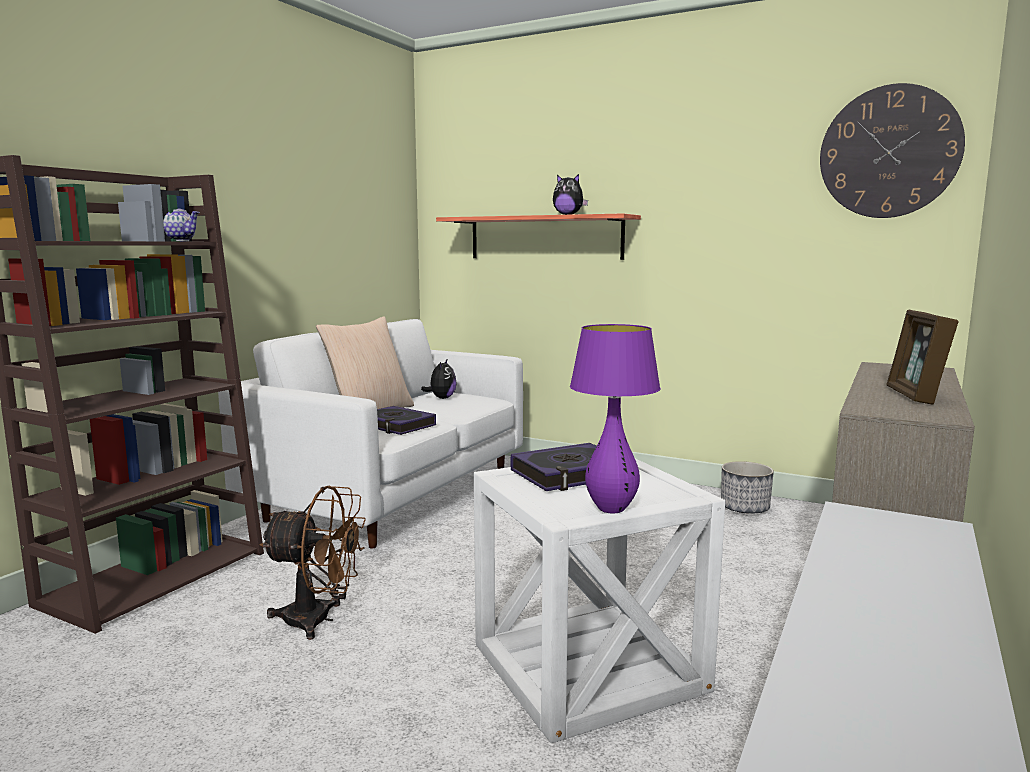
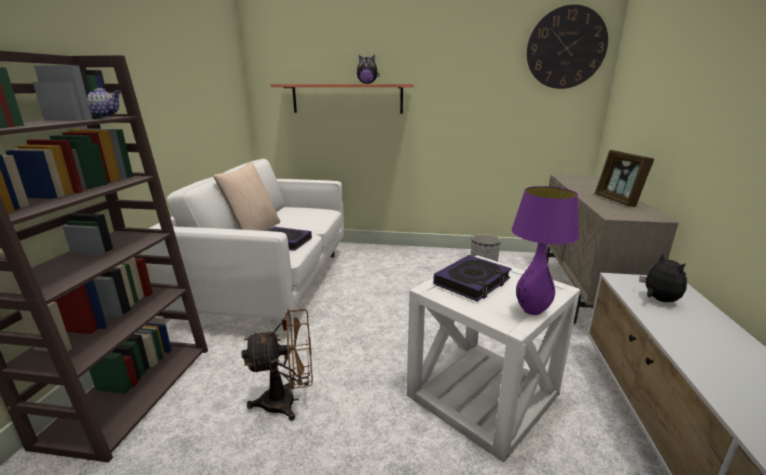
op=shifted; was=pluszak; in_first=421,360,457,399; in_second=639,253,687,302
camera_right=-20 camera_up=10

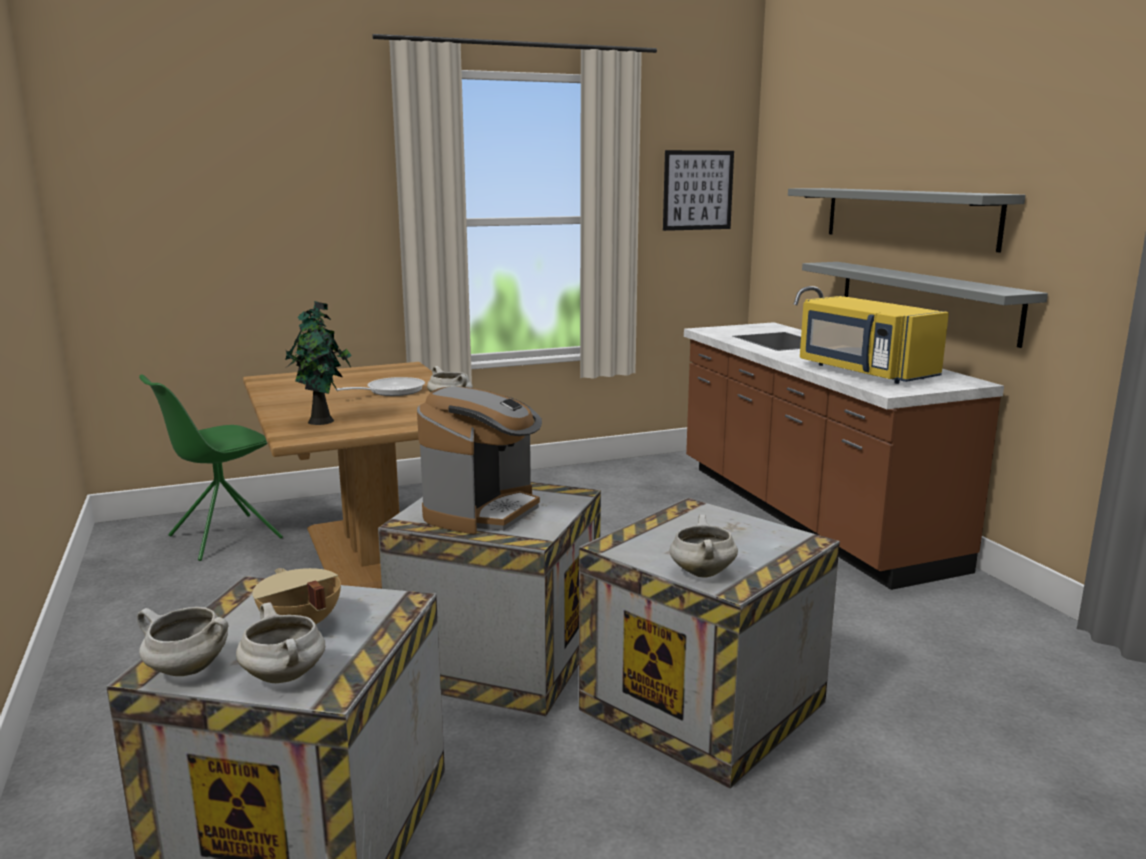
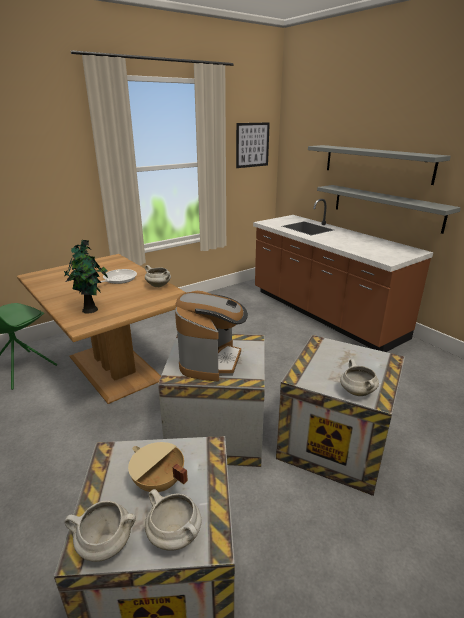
op=gone; was=mikrofalówka [żółty]; in_first=800,296,949,384
camera_right=-15 camera_up=10

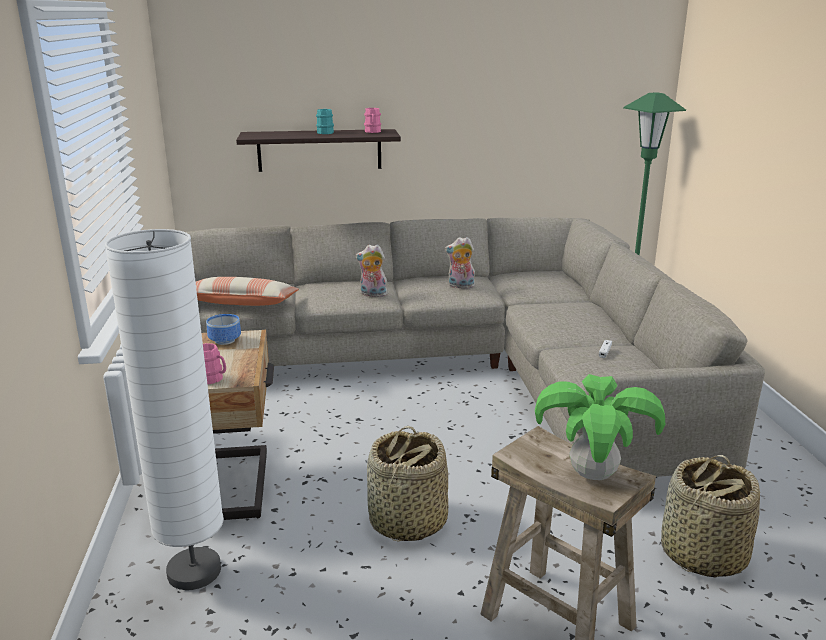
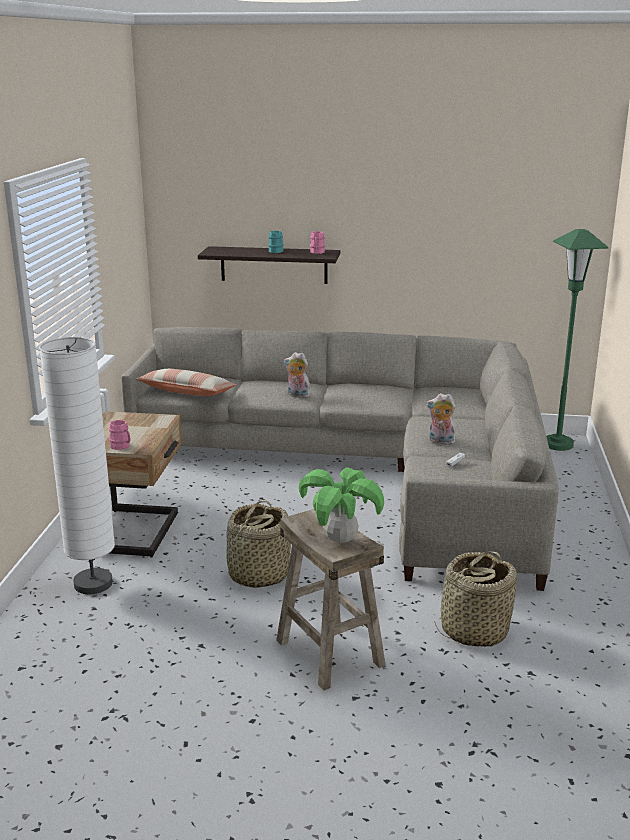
op=shifted; was=pluszak; in_first=445,237,475,289; in_second=426,393,456,445
op=gone; was=miska; in_first=206,314,241,345
camera_right=15 camera_up=0

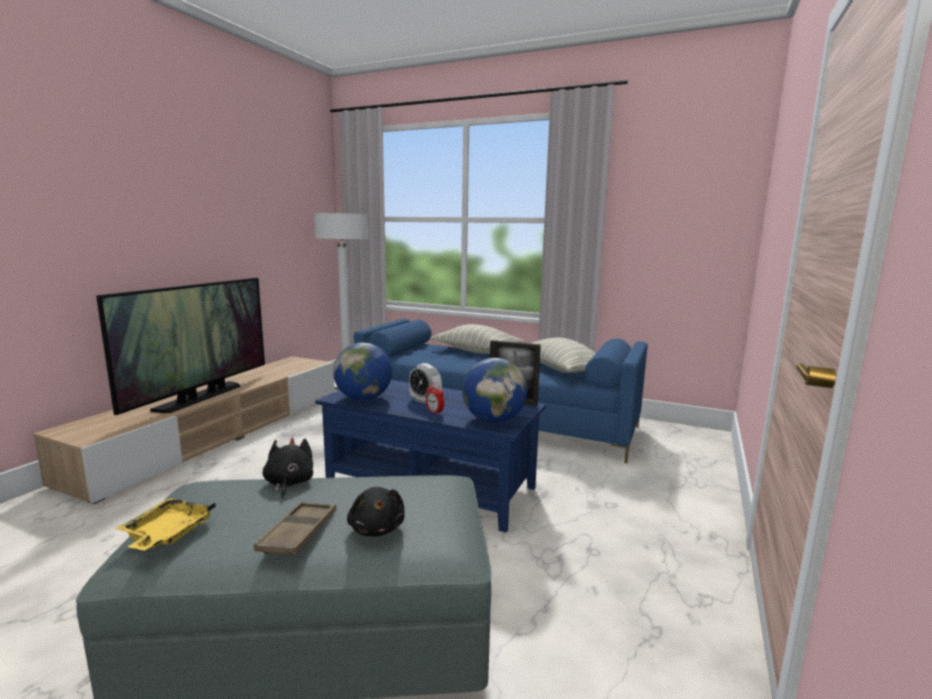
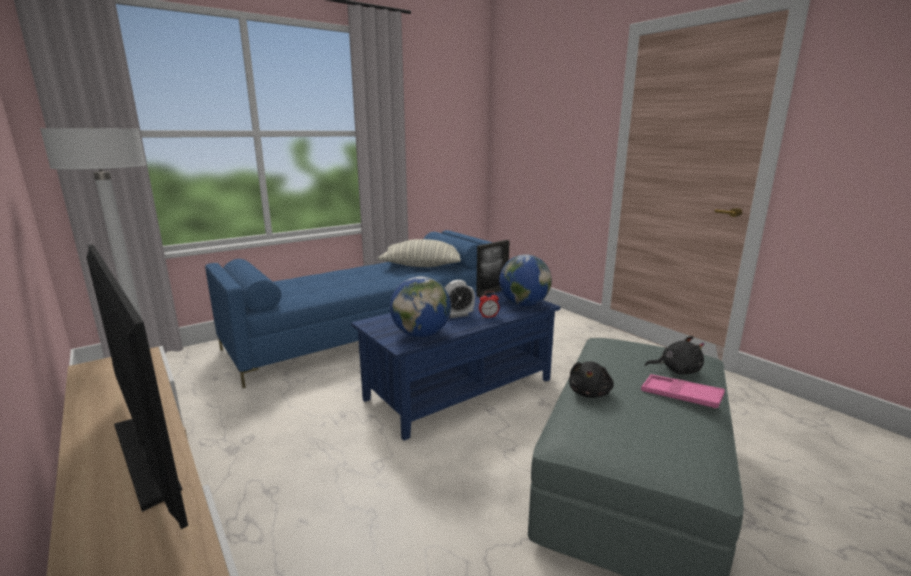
op=gone; was=poduszka; in_first=431,324,524,354
op=rotated; was=pluszak [czarny]; in_first=263,437,313,499; in_second=569,361,614,398; clockwise=-90
op=gone; was=taca [żółty]; in_first=115,498,216,550
op=repainted; was=taca [brązowy]; now=taca [różowy]; in_first=254,502,336,557; in_second=641,374,725,408
camera_right=-60 camera_up=5

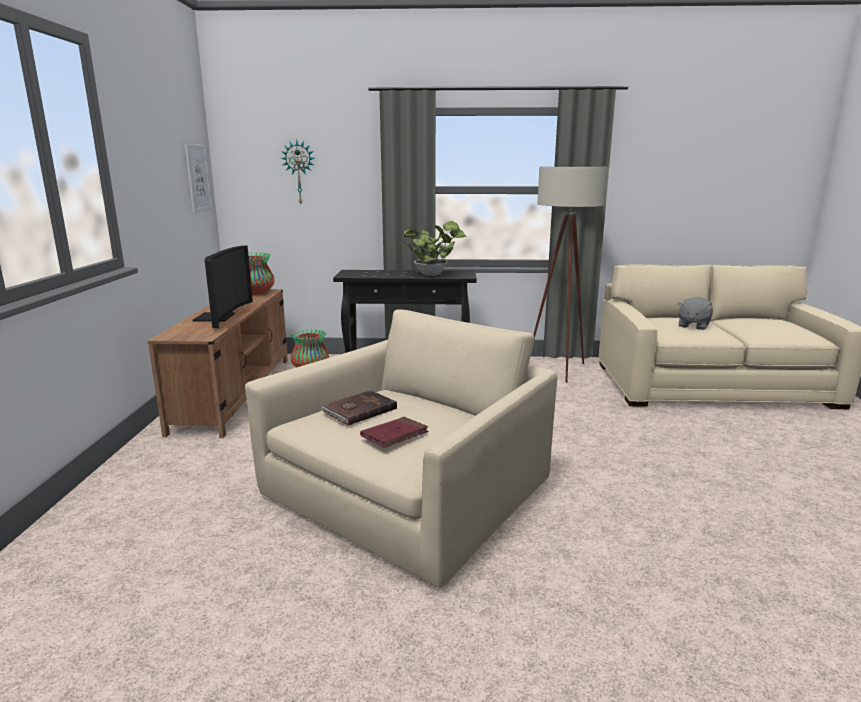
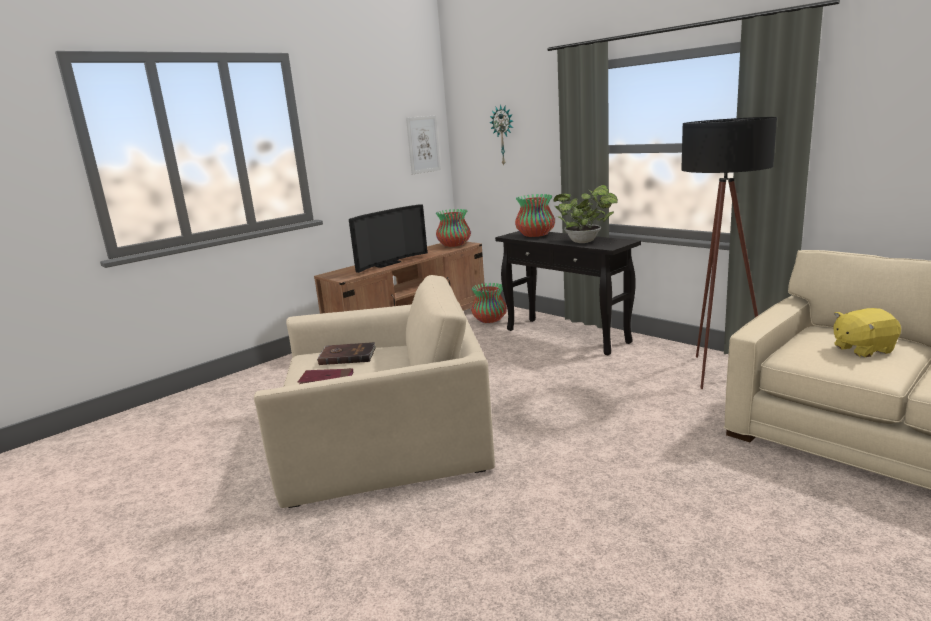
op=repainted; was=lampa stojąca [beżowy]; now=lampa stojąca [czarny]; in_first=533,167,609,383; in_second=681,117,777,389
op=repainted; was=pluszak [szary]; now=pluszak [żółty]; in_first=678,297,713,330; in_second=833,308,901,357
op=new; now=wazon; in_second=515,194,555,237
camera_right=45 camera_up=0

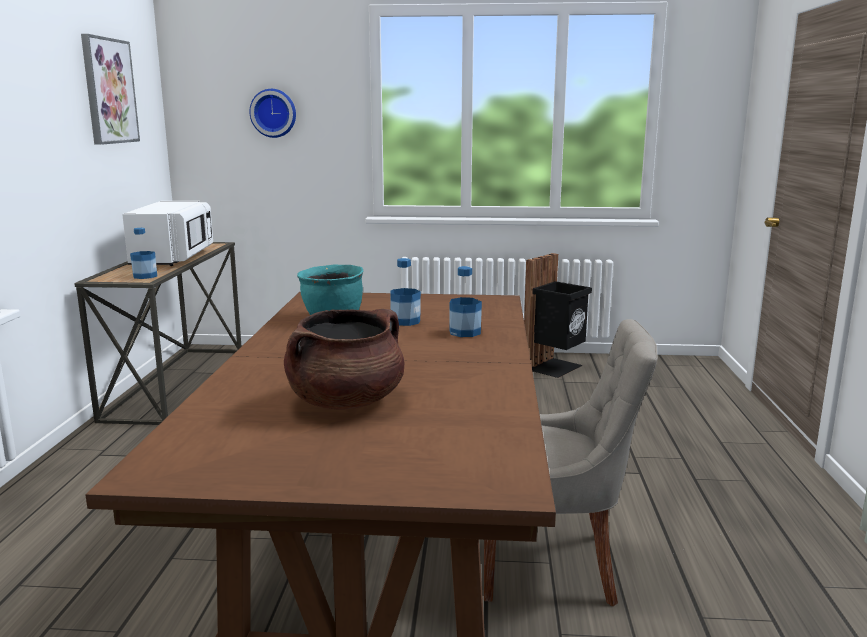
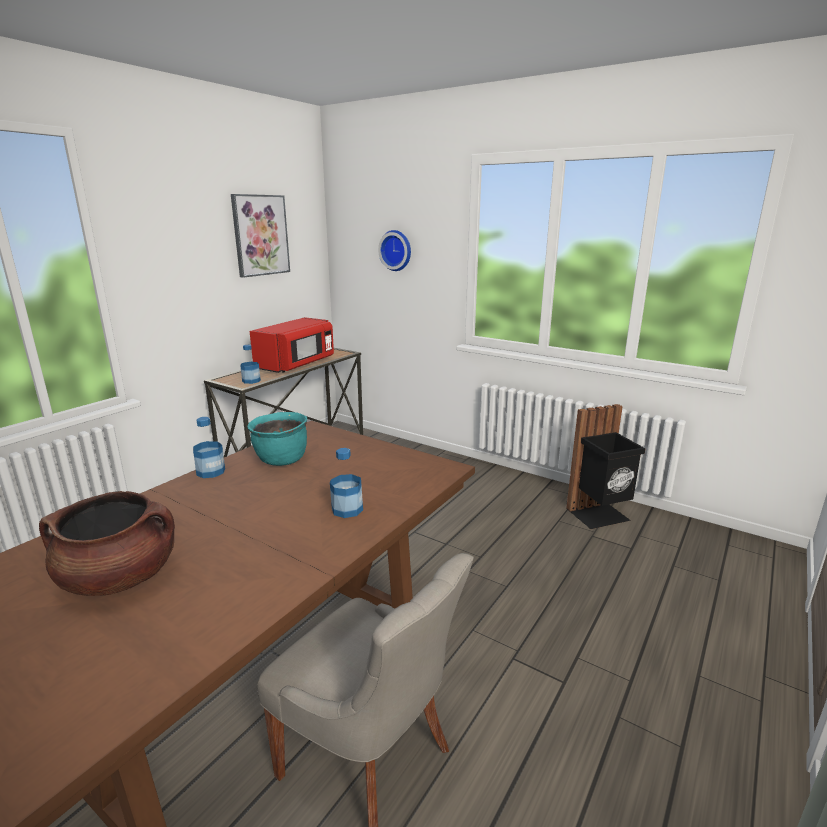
op=repainted; was=mikrofalówka [biały]; now=mikrofalówka [czerwony]; in_first=122,201,213,266; in_second=250,317,334,373
op=shifted; was=butelka; in_first=390,258,421,326; in_second=193,417,225,478
camera_right=30 camera_up=5

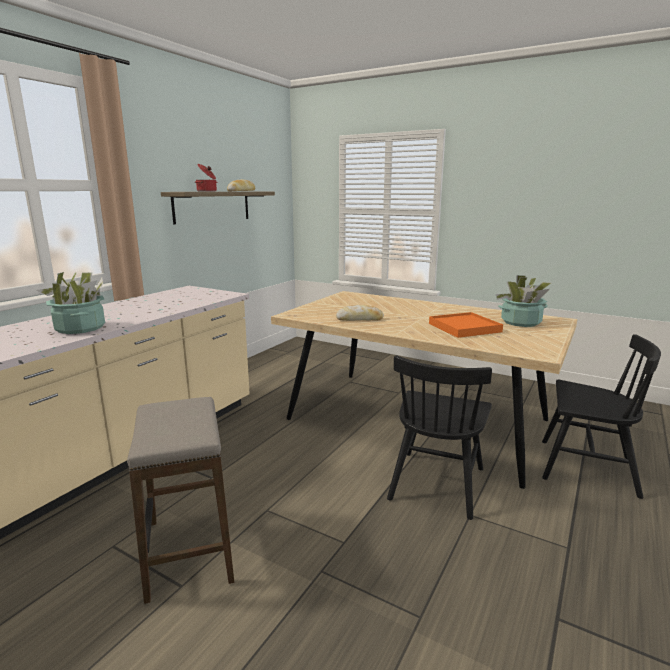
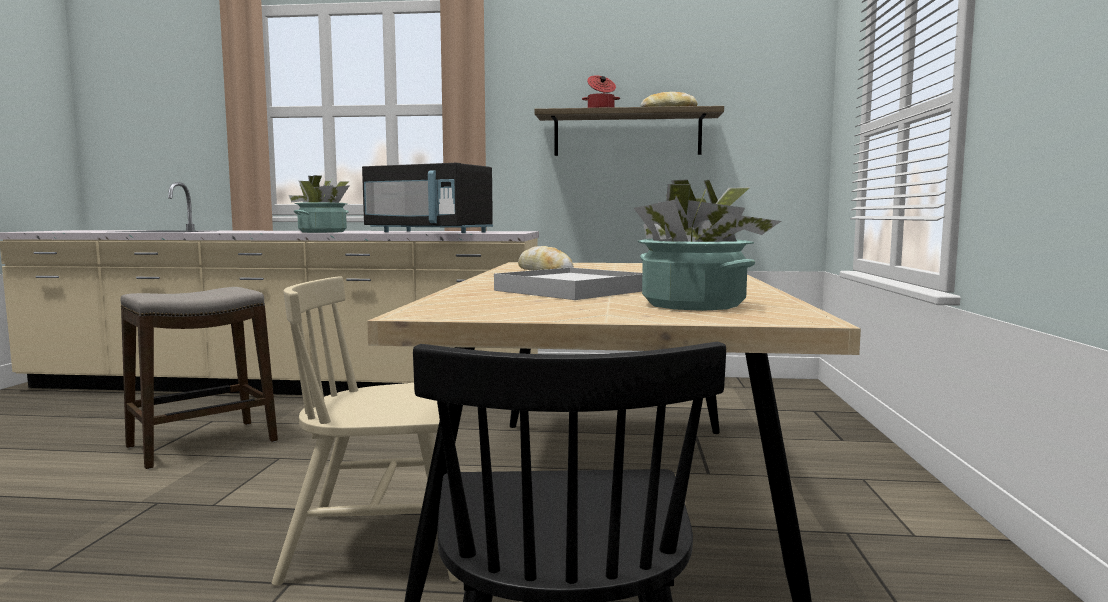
op=repainted; was=taca [pomarańczowy]; now=taca [biały]; in_first=429,312,503,338; in_second=494,268,642,300
op=repainted; was=krzesło [czarny]; now=krzesło [beżowy]; in_first=387,355,492,520; in_second=272,276,461,586
op=new; now=mikrofalówka [czarny]; in_second=362,163,493,233
camera_right=65 camera_up=-10

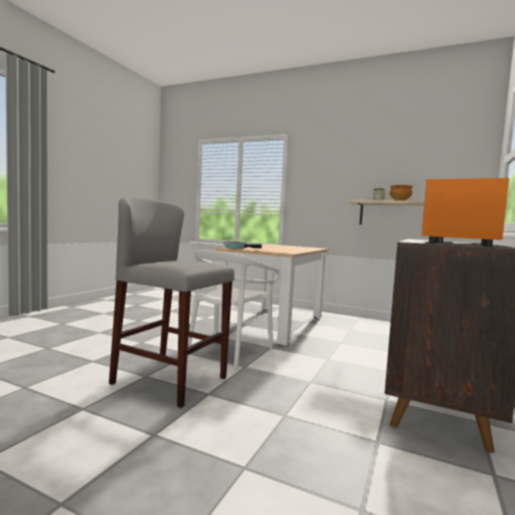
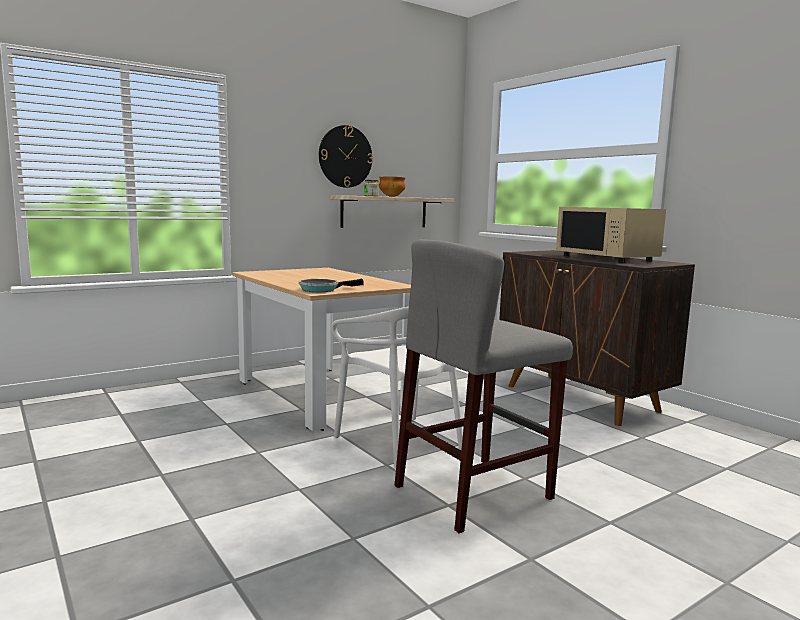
op=repainted; was=mikrofalówka [pomarańczowy]; now=mikrofalówka [beżowy]; in_first=422,178,509,246; in_second=556,207,666,263
op=new; now=zegar ścienny; in_second=319,125,373,188
camera_right=-60 camera_up=5

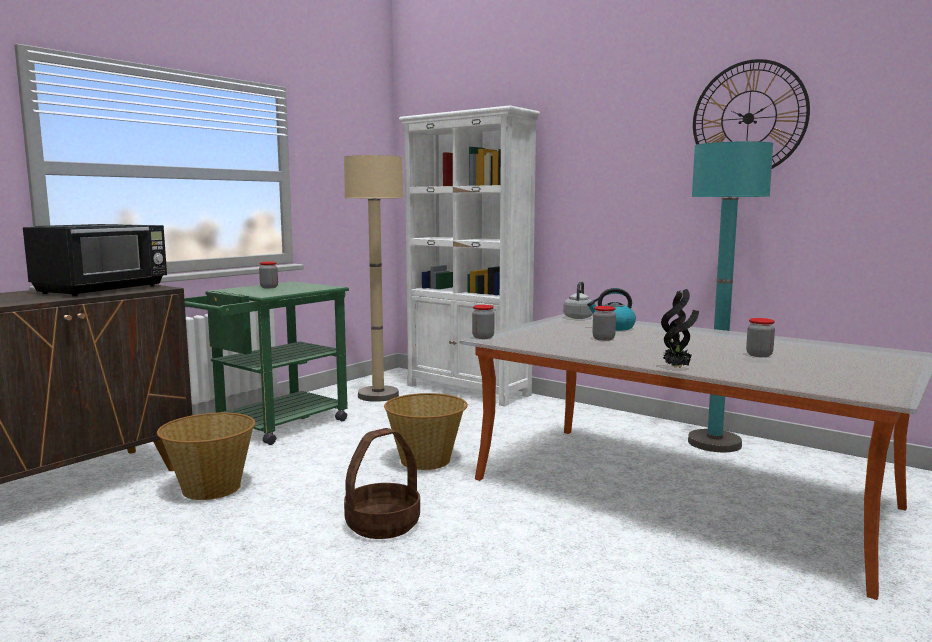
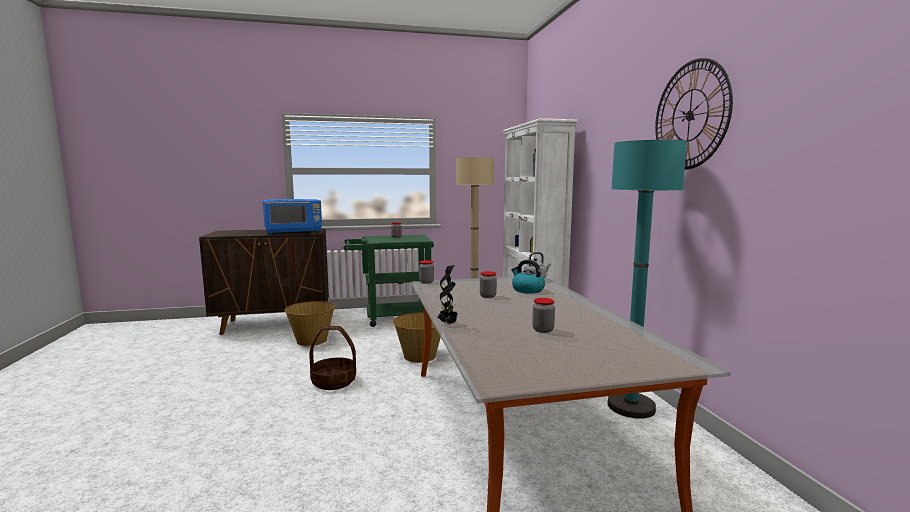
op=repainted; was=mikrofalówka [czarny]; now=mikrofalówka [niebieski]; in_first=23,224,167,296; in_second=263,199,322,234
camera_right=40 camera_up=0

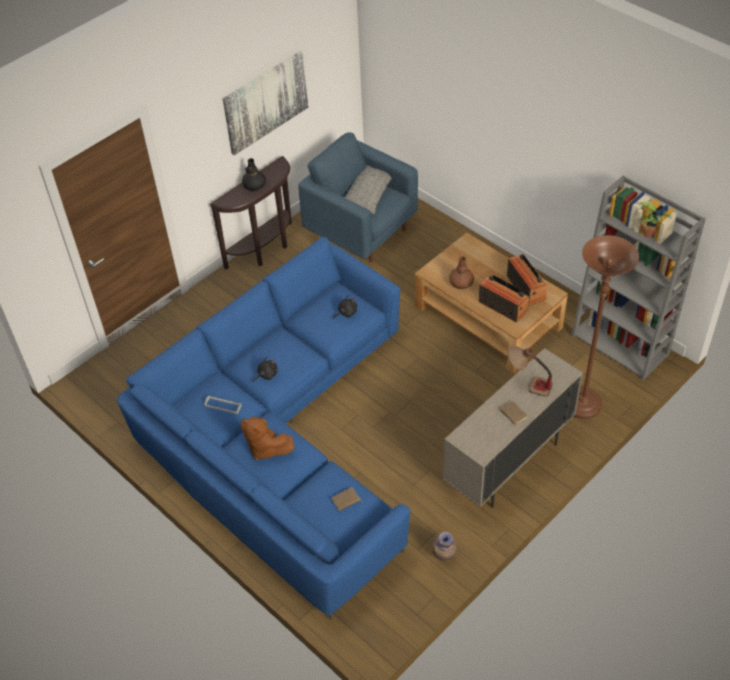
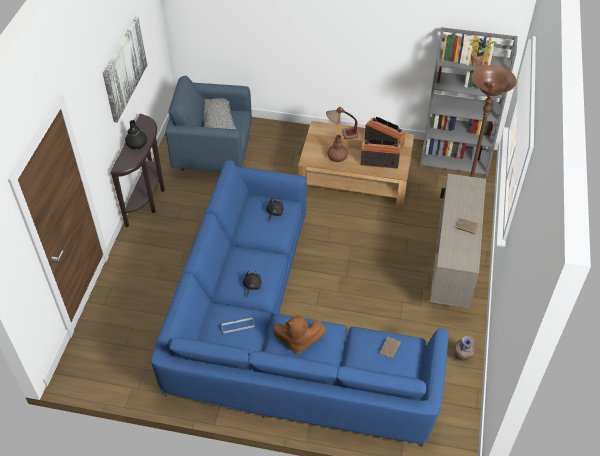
op=shifted; was=lampa stołowa; in_first=508,346,553,397; in_second=326,107,358,139
camera_right=-35 camera_up=0

